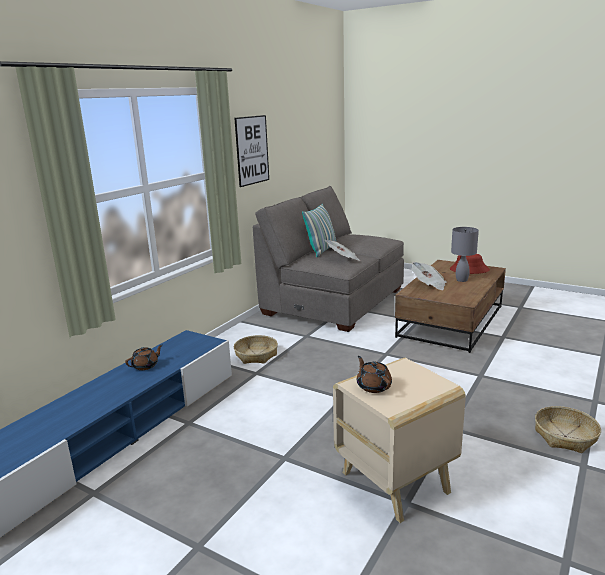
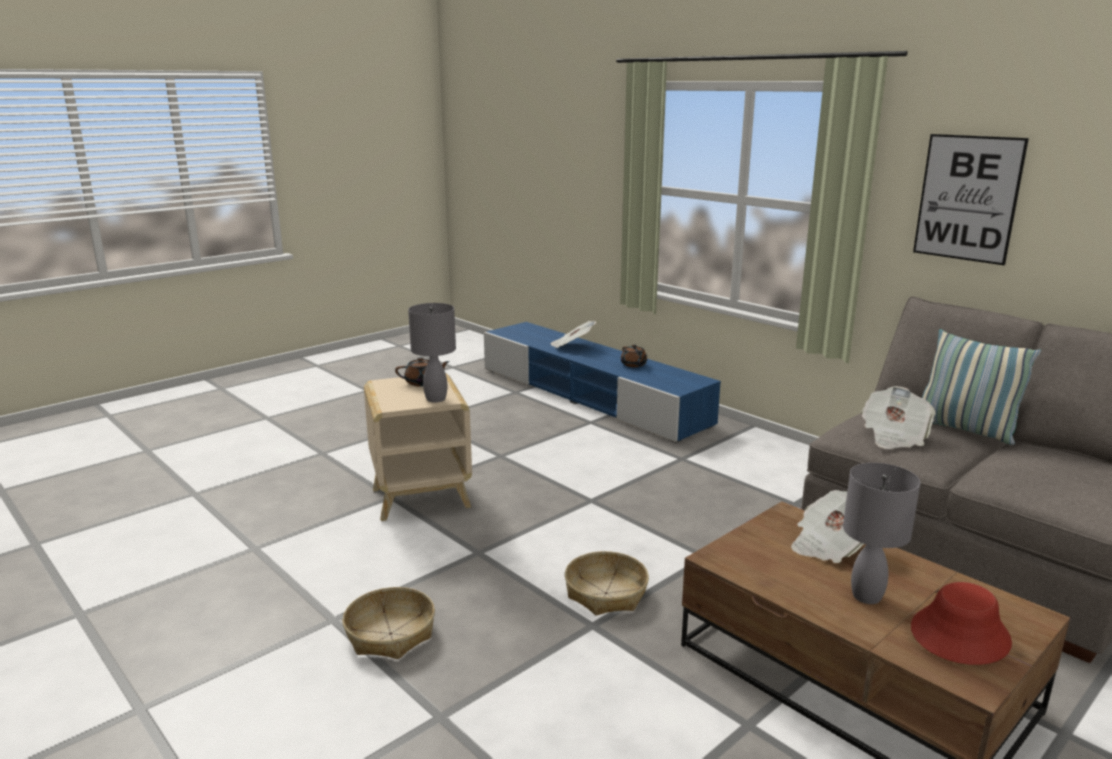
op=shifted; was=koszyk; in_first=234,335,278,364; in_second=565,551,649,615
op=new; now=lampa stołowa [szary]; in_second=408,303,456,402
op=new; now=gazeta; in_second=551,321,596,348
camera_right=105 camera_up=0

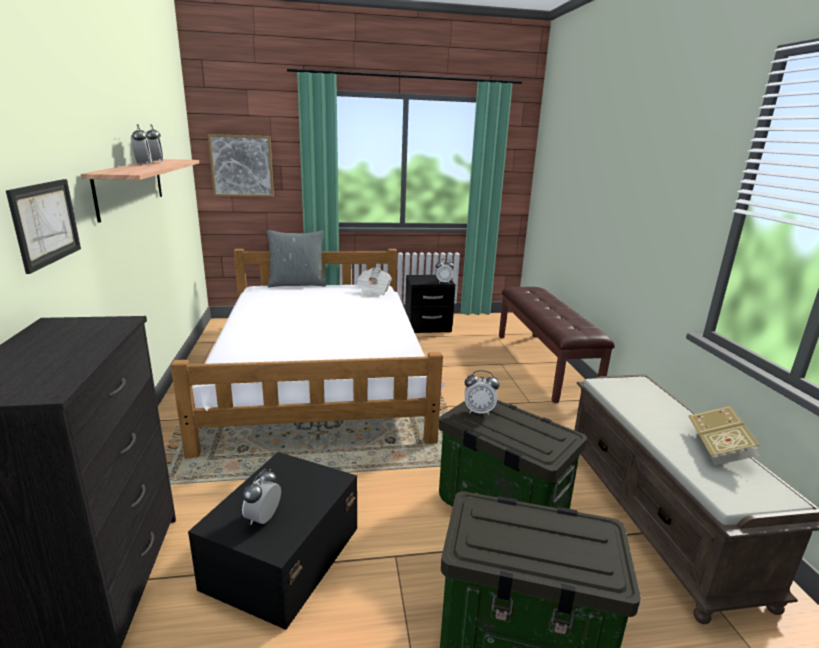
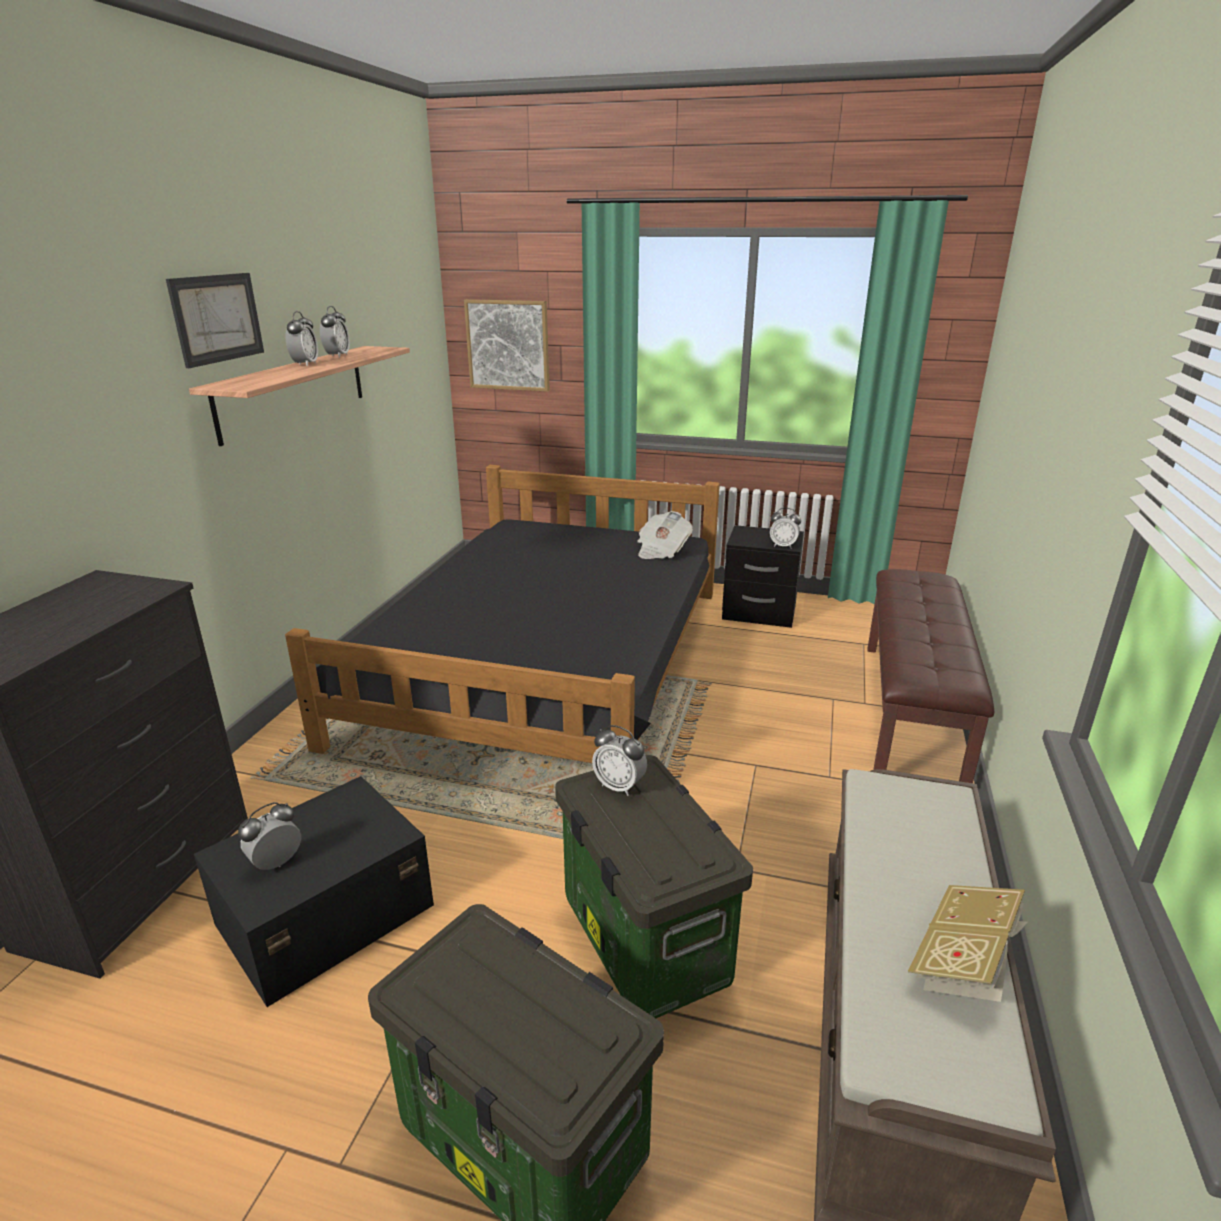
op=shifted; was=obraz; in_first=6,179,81,274; in_second=166,273,264,368
op=gone; was=poduszka [szary]; in_first=266,230,326,287
op=repainted; was=łóżko [biały]; now=łóżko [czarny]; in_first=171,249,445,458; in_second=285,465,720,763
camera_right=25 camera_up=5

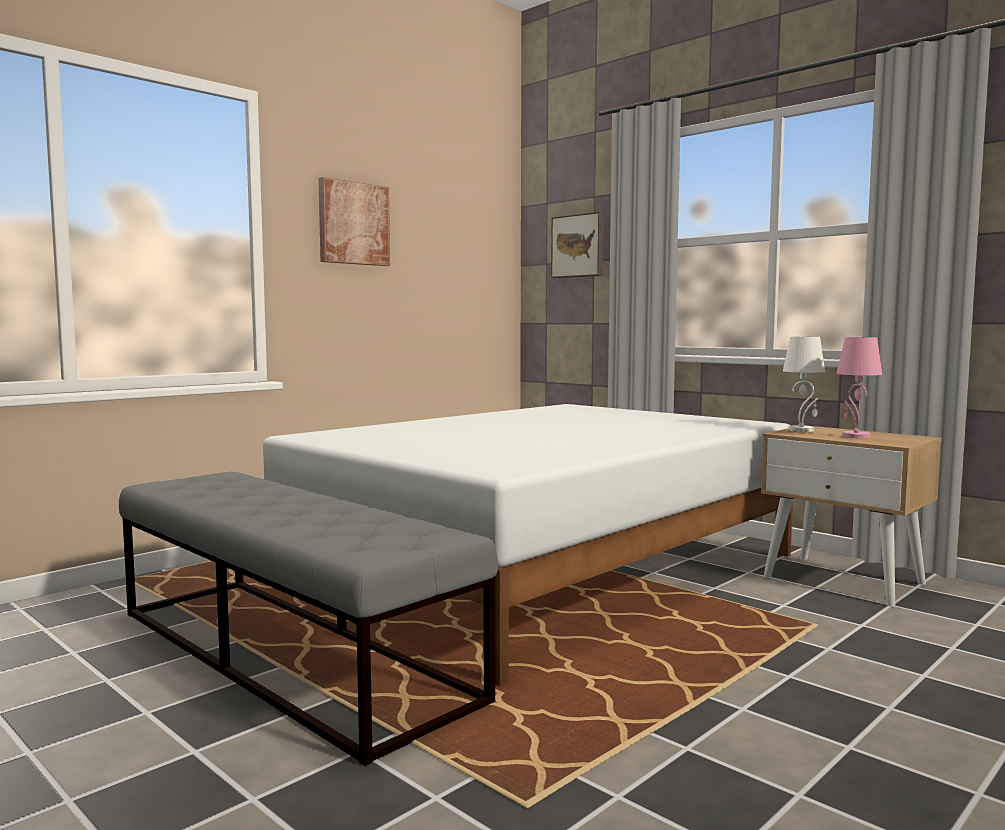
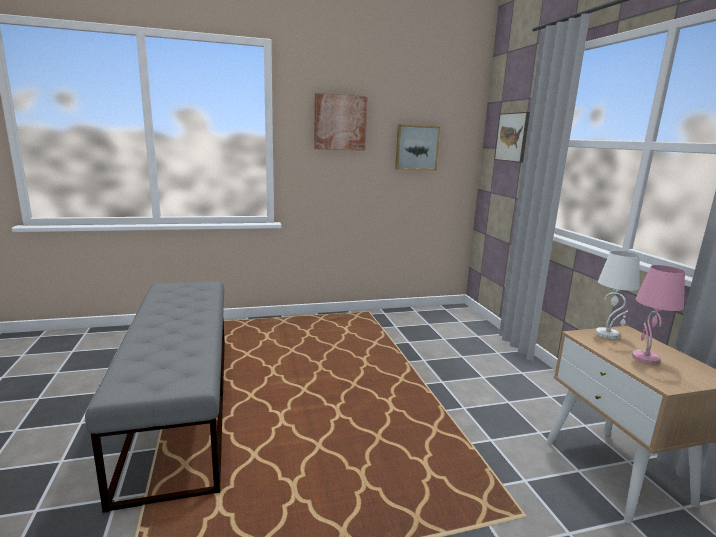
op=gone; was=łóżko [biały]; in_first=263,404,793,686
op=new; now=obraz; in_second=395,125,440,171
camera_right=30 camera_up=10

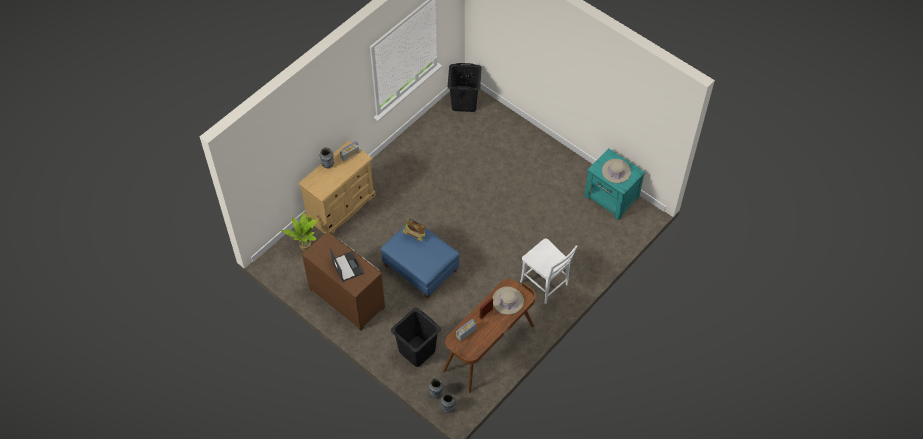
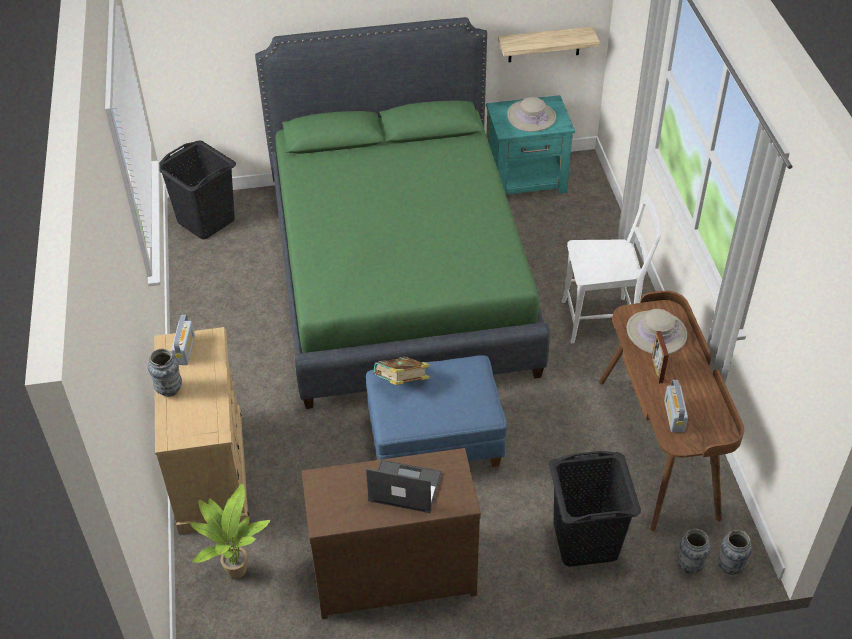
op=new; now=łóżko [zielony]; in_second=255,17,550,409
op=new; now=półka; in_second=498,27,600,62
camera_right=-50 camera_up=-10

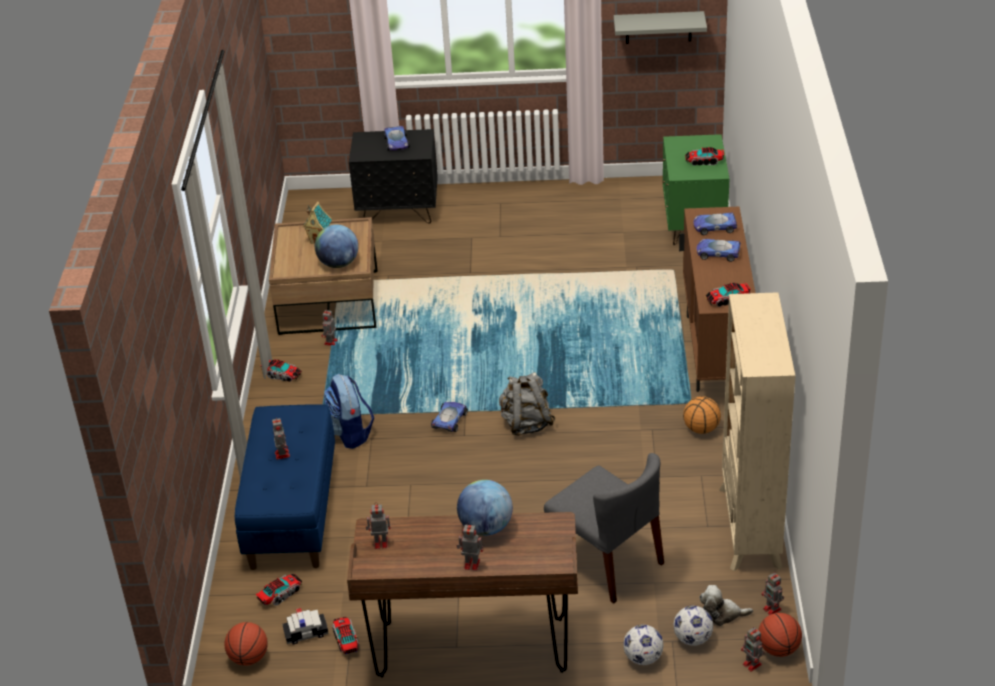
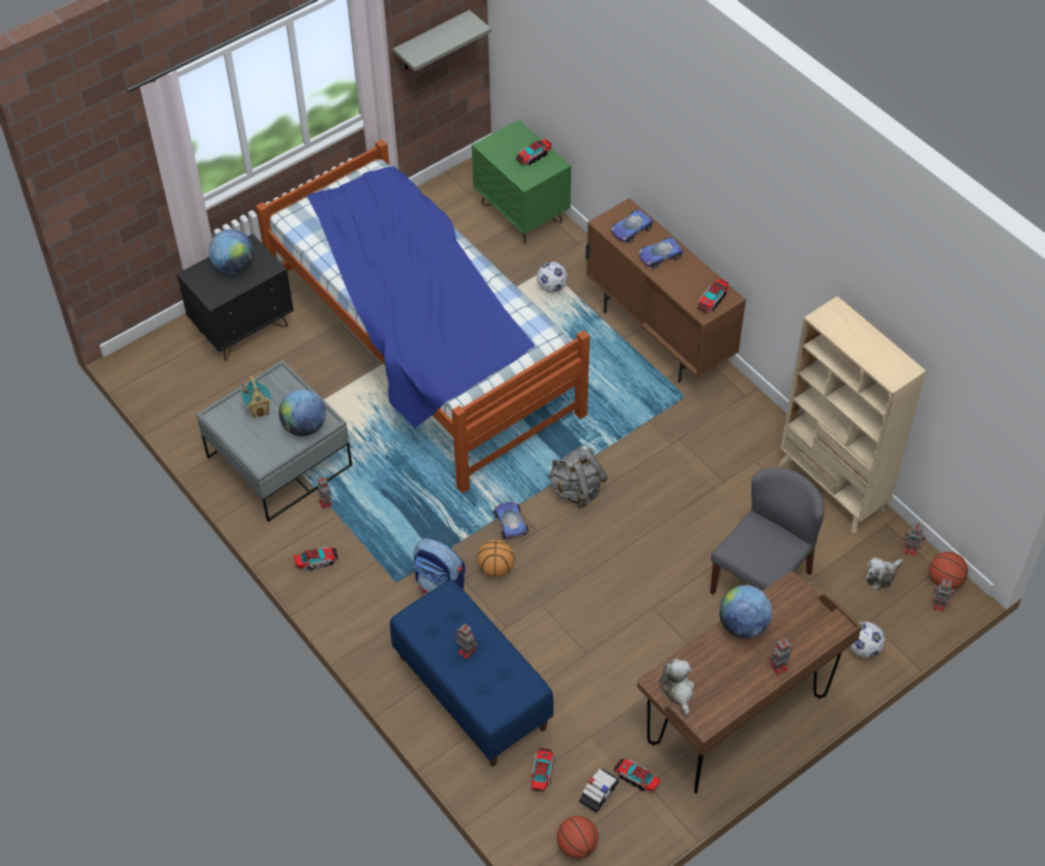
op=swapped; was=samochodzik; now=globus; in_first=383,126,410,151; in_second=209,229,254,274
op=repainted; was=ława [brązowy]; now=ława [szary]; in_first=269,217,378,335; in_second=196,360,352,522
op=shifted; was=piłka do koszykówki; in_first=683,396,721,434; in_second=477,540,515,577
op=rotated; was=krzesło [szary]; in_first=544,453,664,604; in_second=710,468,825,595; clockwise=-60
op=swapped; was=robot zabawkowy; now=pluszak; in_first=366,503,390,549; in_second=660,659,694,716
op=shifted; was=piłka futbolowa; in_first=673,606,713,646; in_second=537,262,568,292
op=new; now=łóżko; in_second=256,139,590,493
camera_right=-40 camera_up=15

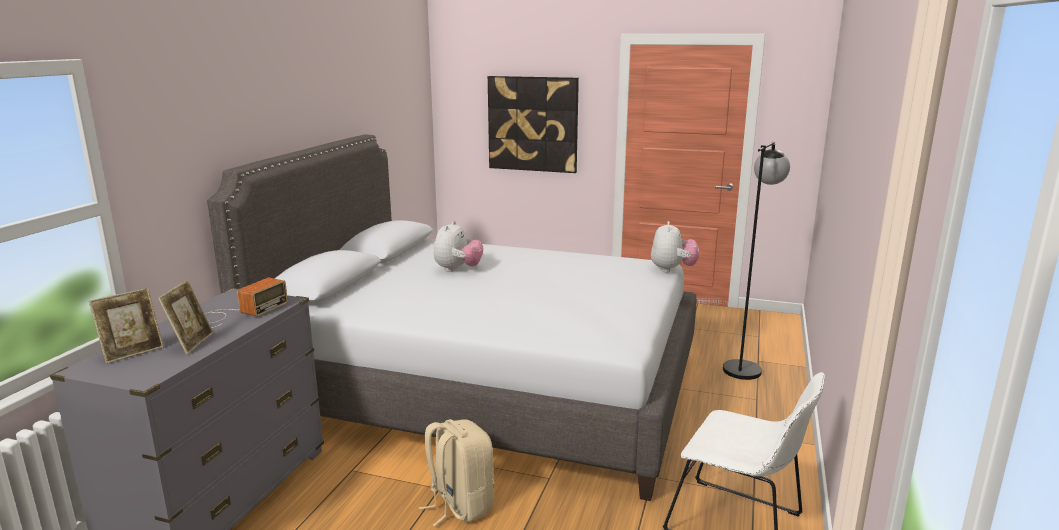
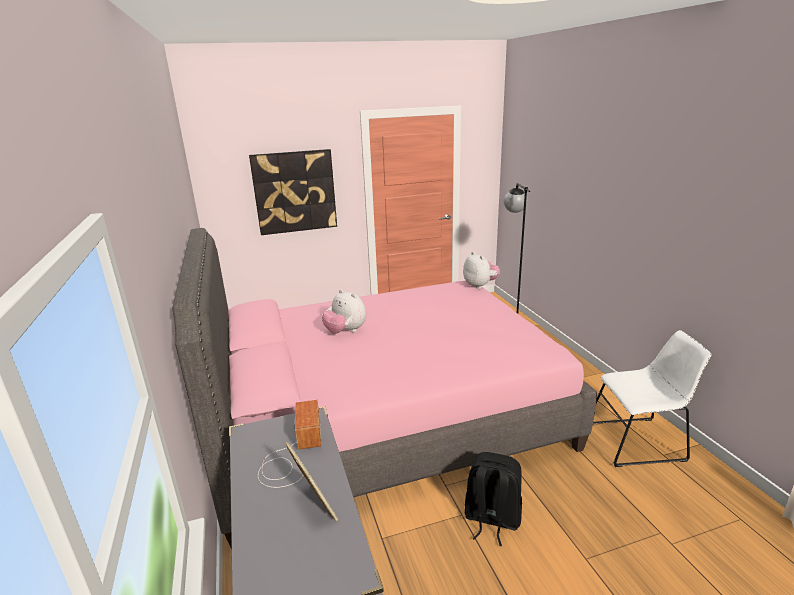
op=repainted; was=łóżko [szary]; now=łóżko [różowy]; in_first=207,134,697,501; in_second=172,228,597,549
op=rotated; was=pluszak; in_first=434,221,483,272; in_second=322,290,366,334; clockwise=150
op=gone; was=ramka na zdjęcie; in_first=89,288,164,364
op=repainted; was=plecak [beżowy]; now=plecak [czarny]; in_first=419,419,494,526; in_second=464,452,522,546
camera_right=-35 camera_up=5

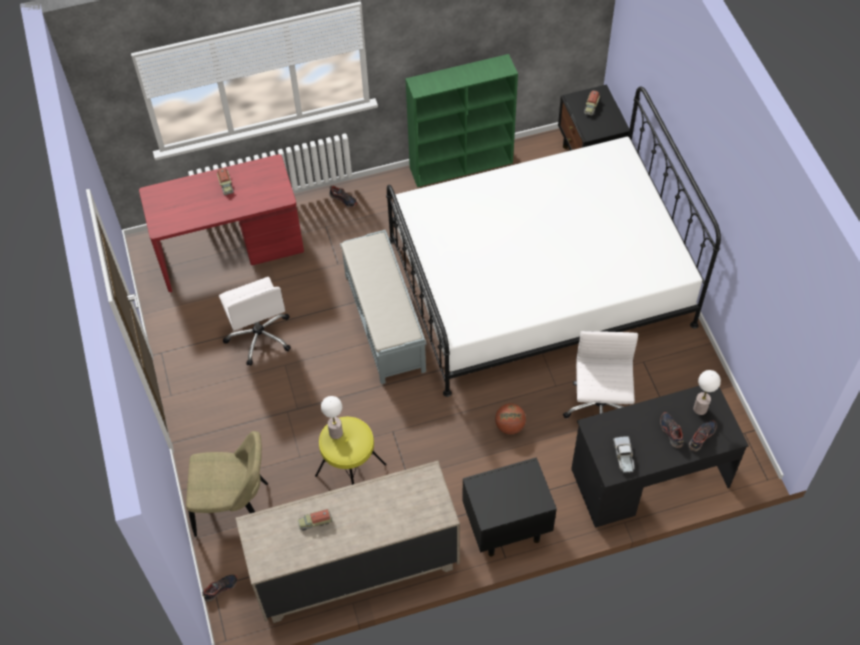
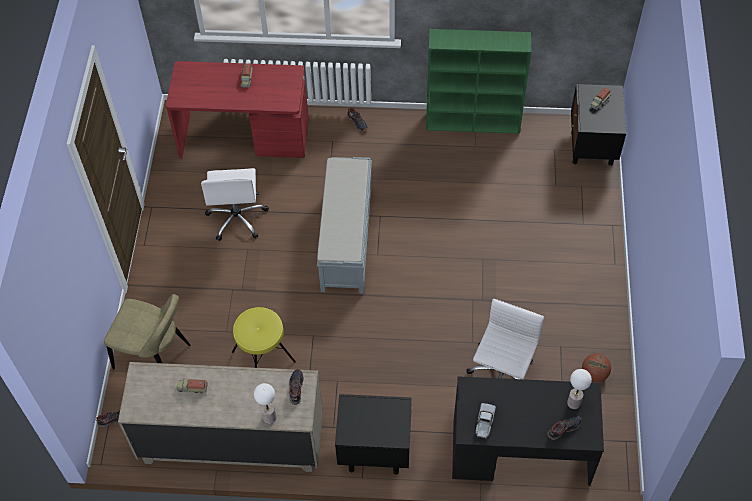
op=gone; was=łóżko [biały]; in_first=386,87,721,397
op=shifted; was=lampa stołowa; in_first=321,396,343,439; in_second=254,383,276,424
op=shifted; was=piłka do koszykówki; in_first=495,404,526,434; in_second=582,353,611,382
op=shifted; was=but; in_first=660,412,683,448; in_second=289,369,304,405
camera_right=20 camera_up=0

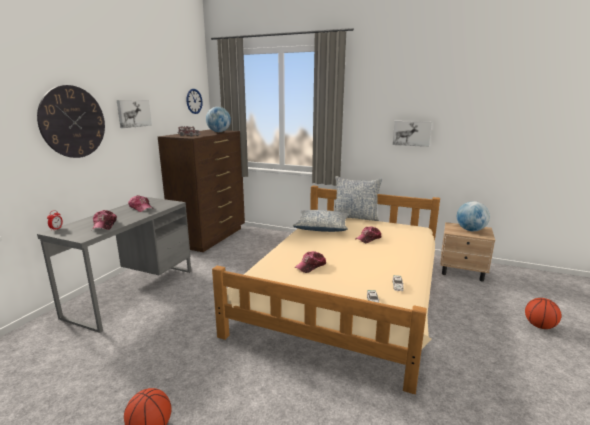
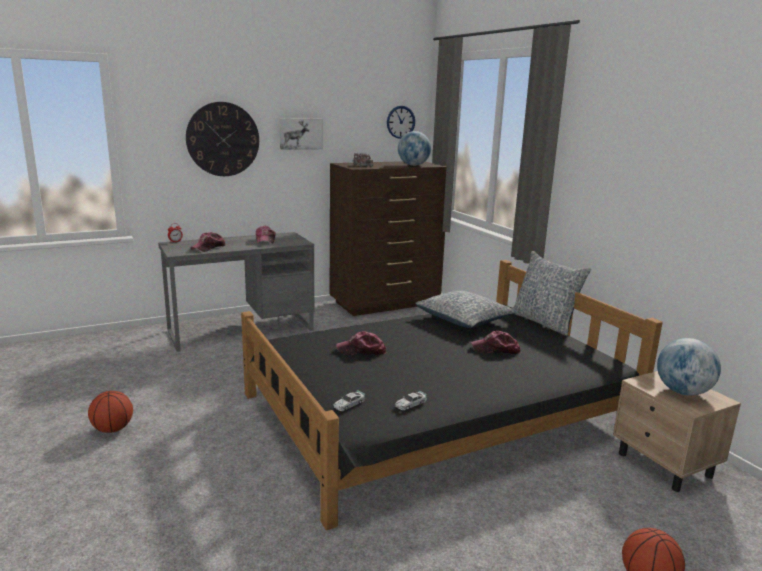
op=gone; was=obraz; in_first=393,121,432,147
op=repainted; was=łóżko [beżowy]; now=łóżko [czarny]; in_first=212,186,440,394; in_second=241,260,663,530
camera_right=40 camera_up=0

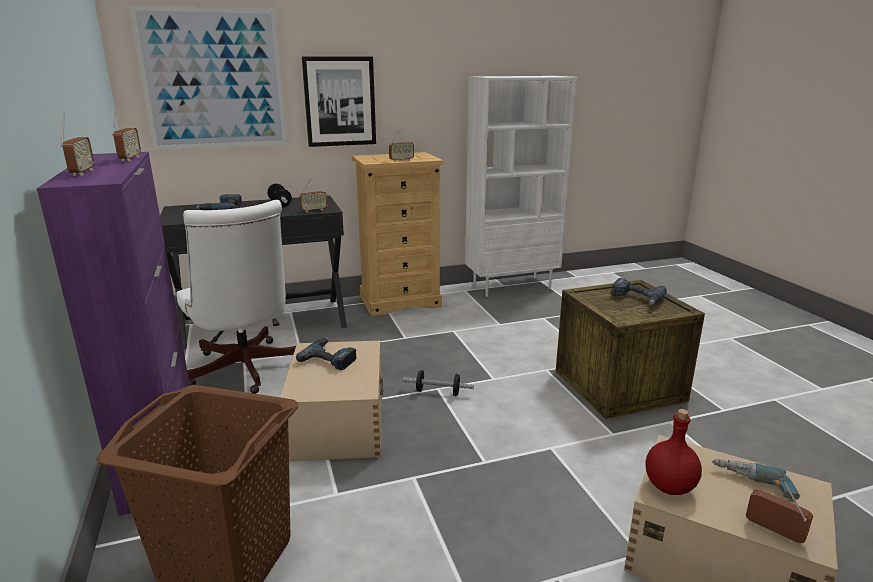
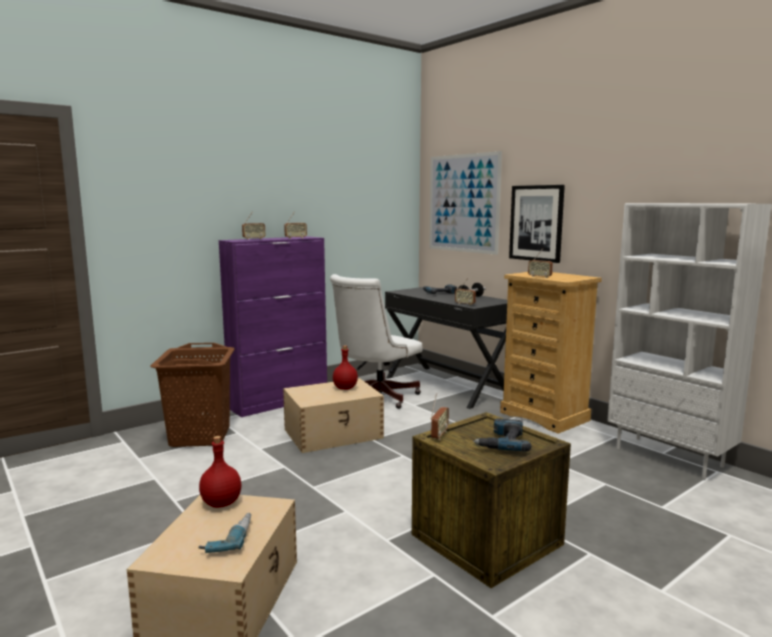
op=swapped; was=wiertarka; now=butelka [czerwony]; in_first=296,337,357,370; in_second=333,345,358,390
op=gone; was=hantel; in_first=403,370,474,396
op=shifted; was=radio; in_first=746,482,813,543; in_second=431,393,449,440
camera_right=70 camera_up=-10

